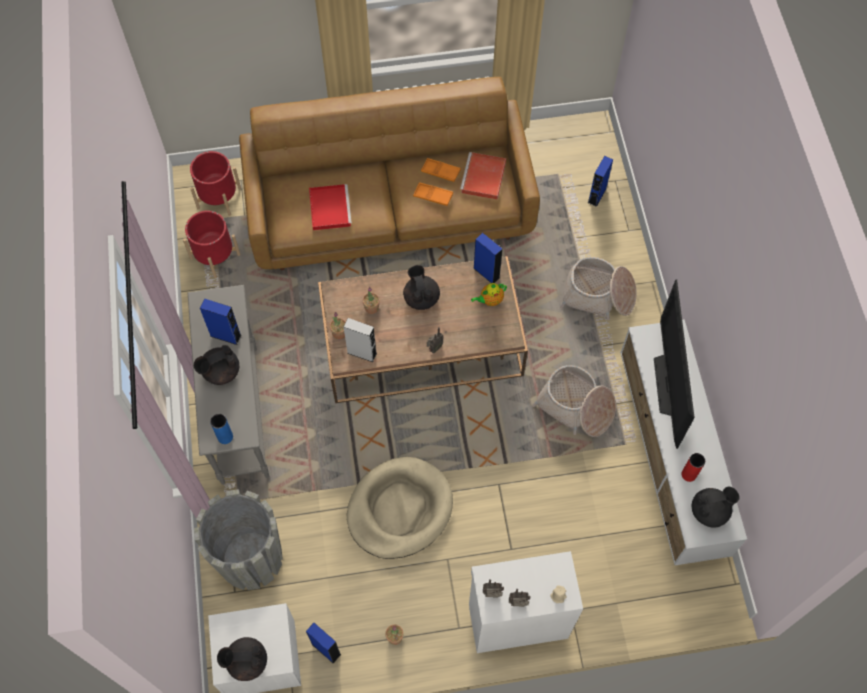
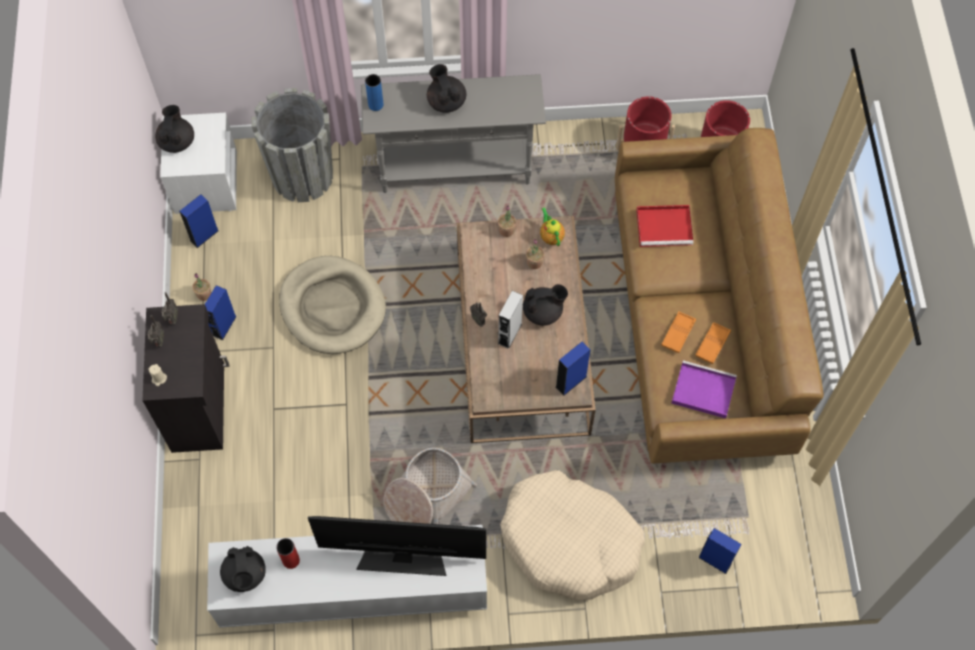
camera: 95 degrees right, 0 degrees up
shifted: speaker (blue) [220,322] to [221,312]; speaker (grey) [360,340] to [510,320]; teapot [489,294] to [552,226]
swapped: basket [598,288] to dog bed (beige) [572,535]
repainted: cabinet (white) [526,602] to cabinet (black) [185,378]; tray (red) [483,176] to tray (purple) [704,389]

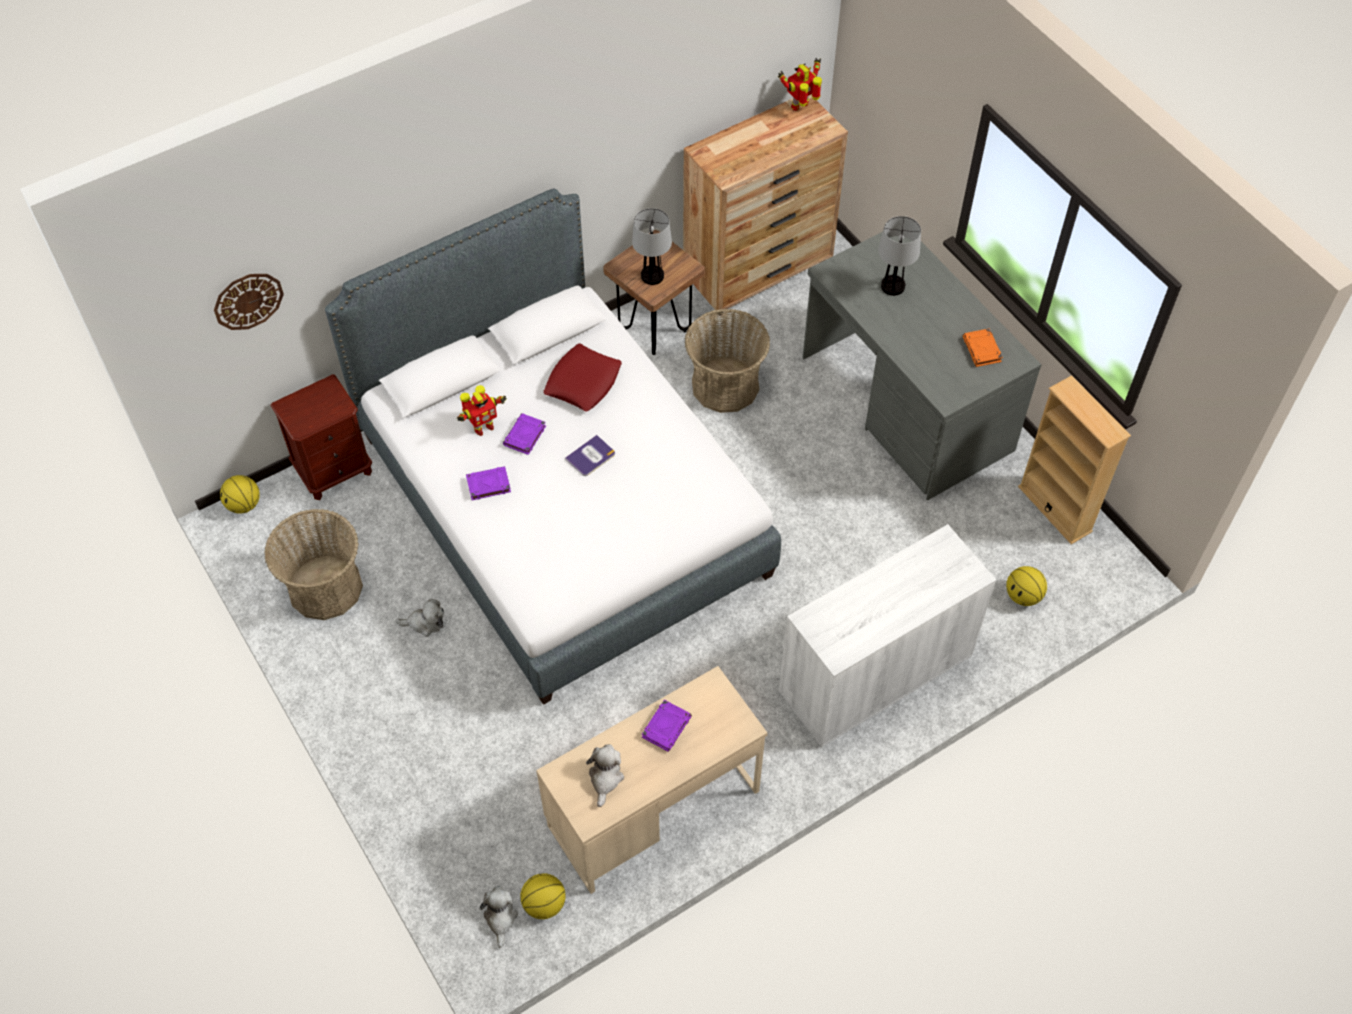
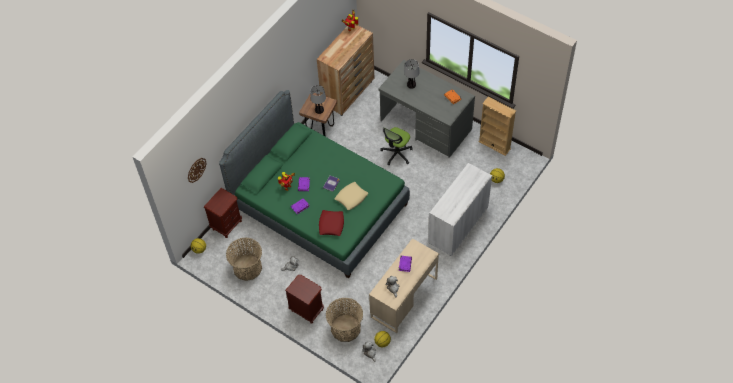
camera: 20 degrees left, 0 degrees up
new: nightstand (brown) [304,299]; pillow (beige) [351,196]; office chair [396,146]
shifted: pillow (red) [582,378] to [331,223]; basket [727,361] to [344,320]
repainted: bed (white) [553,447] to bed (green) [314,184]

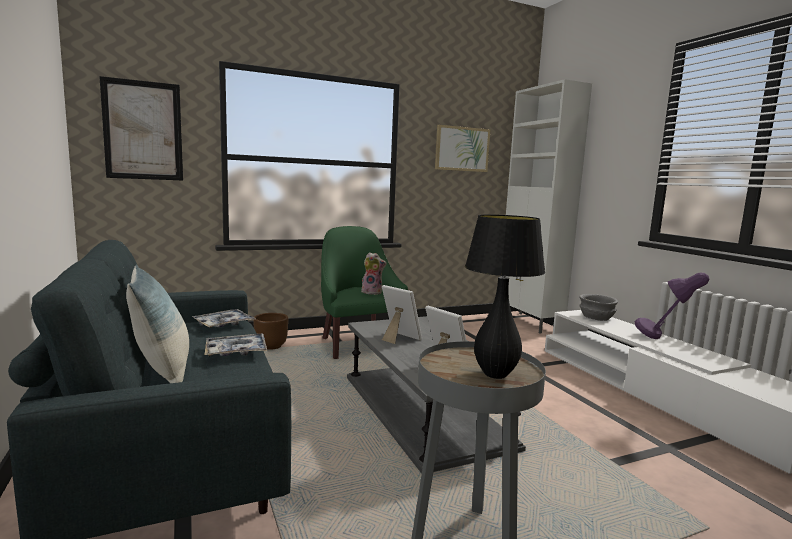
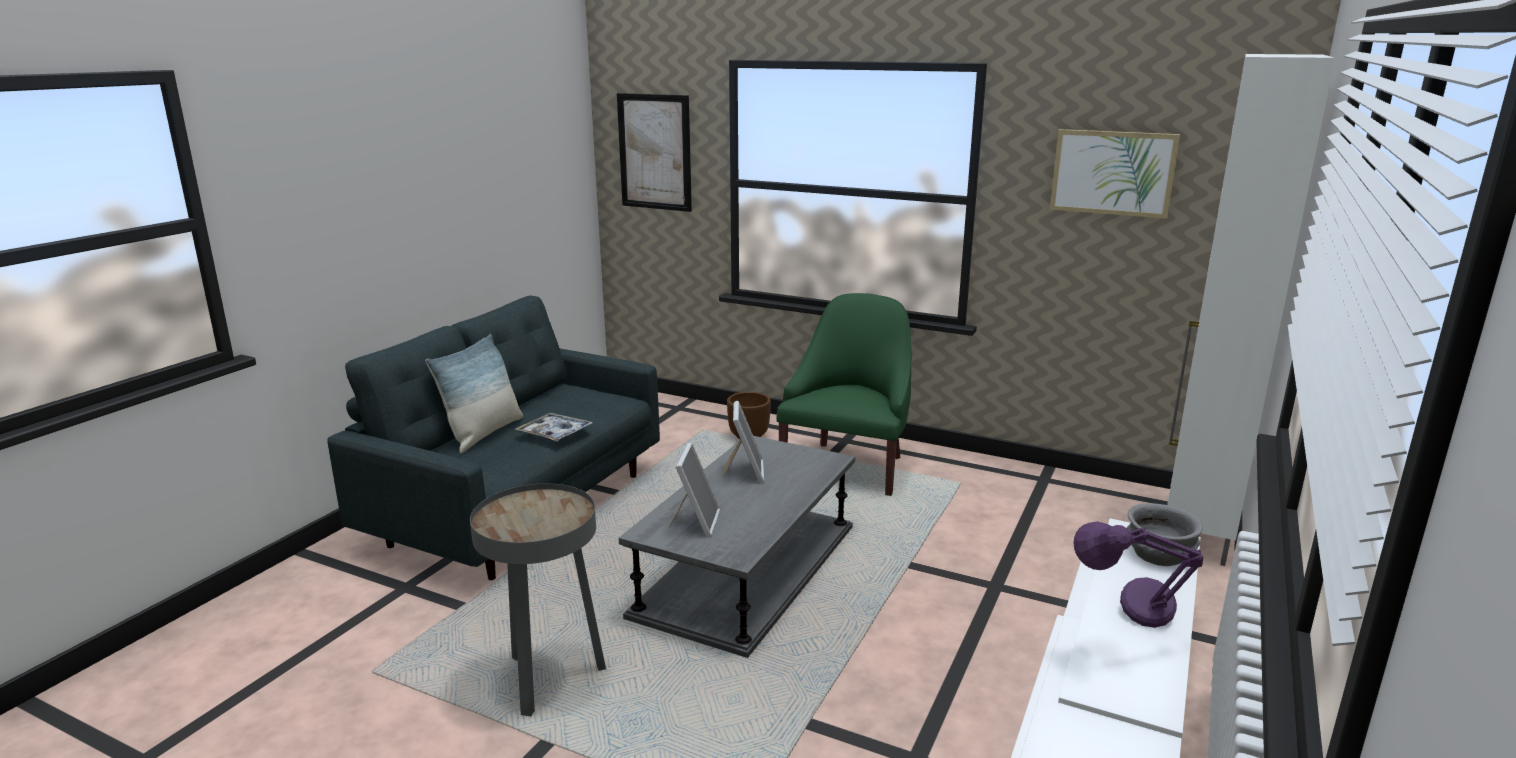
camera: 50 degrees right, 10 degrees up
gone: tray [223,318]; plush toy [373,273]; table lamp (black) [505,297]

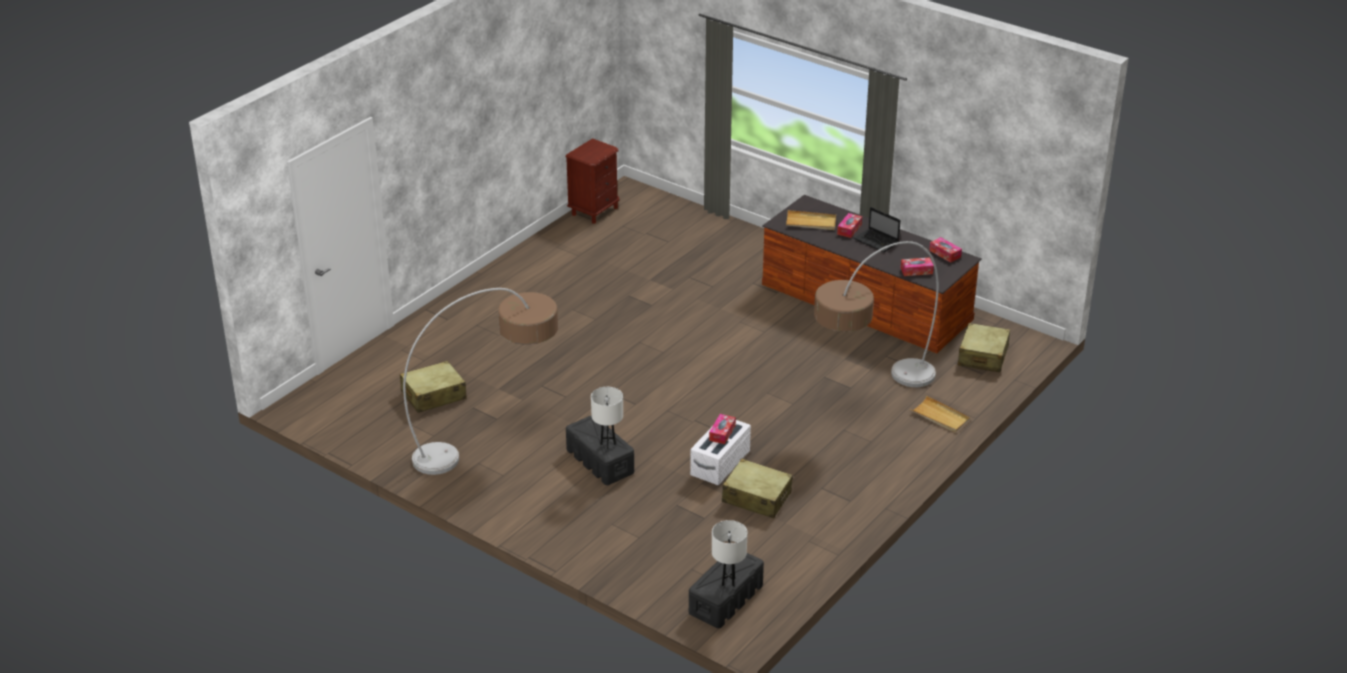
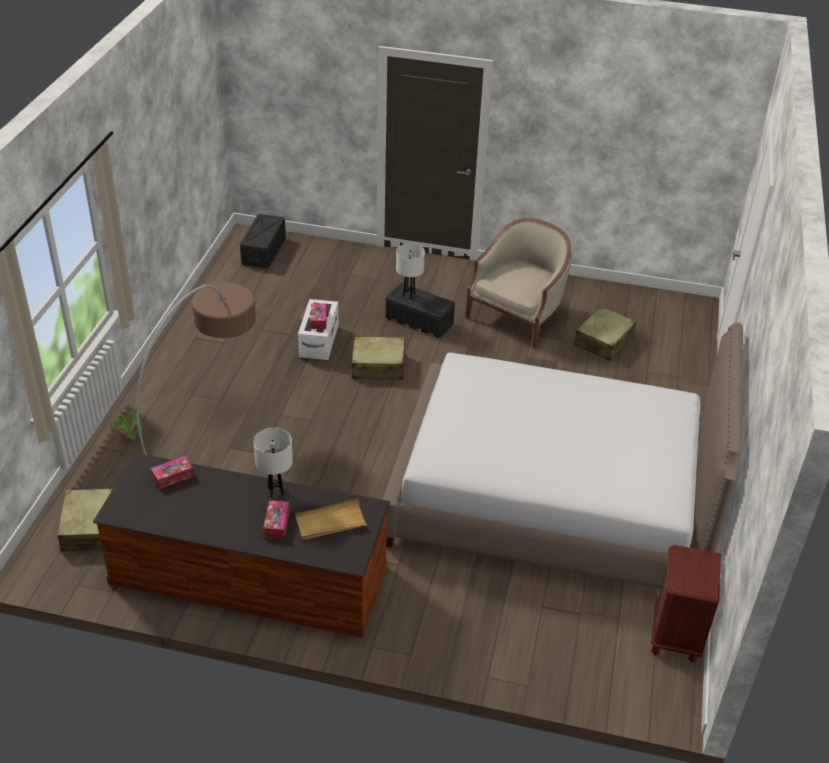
camera: 155 degrees right, 5 degrees up
gone: laptop [877,229]; tissue box [945,250]
new: bed [563,455]
shifted: table lamp (white) [730,553] to [273,462]; suitcase (beige) [757,488] to [380,358]
swapped: tray (beige) [940,414] to potted plant [126,422]; floor lamp [480,381] to armchair (beige) [518,283]

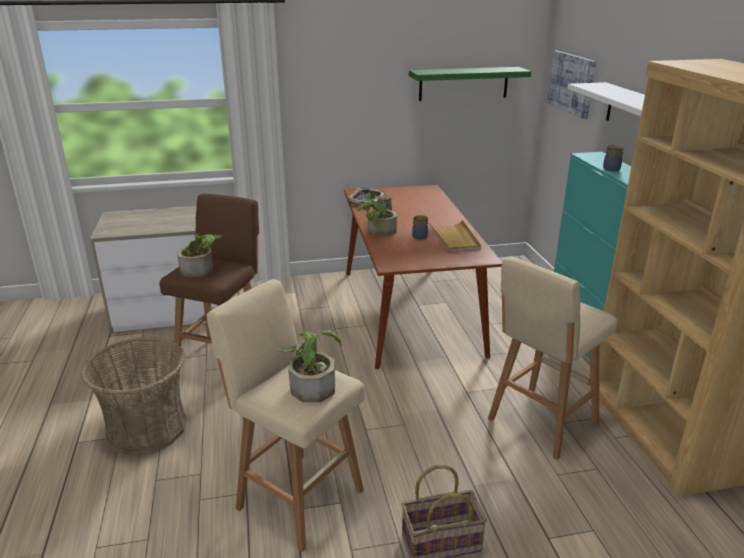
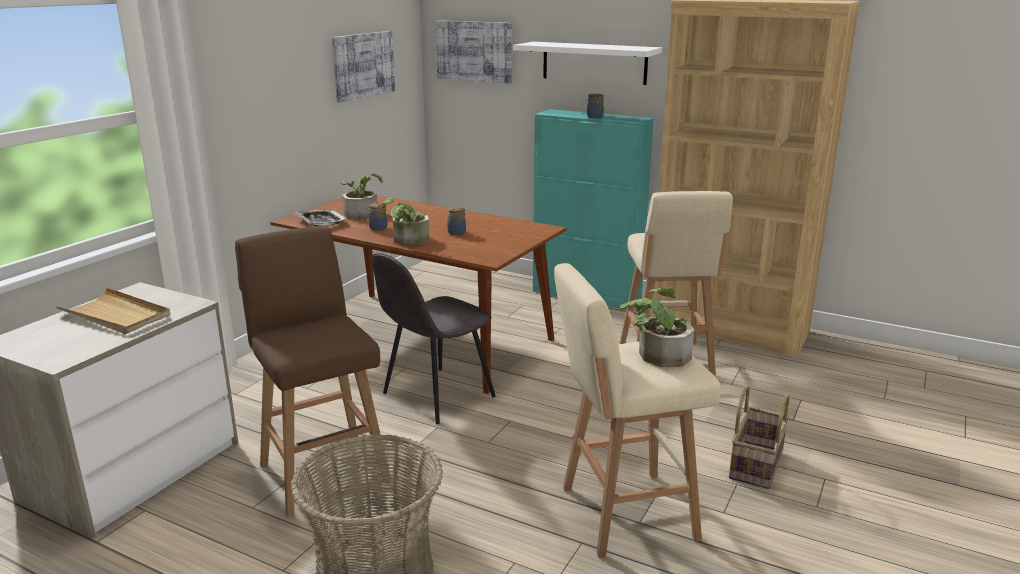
camera: 50 degrees left, 5 degrees down
new: chair (grey) [434,338]
shifted: tray (beige) [455,236] to [113,311]; potted plant [199,256] to [362,196]
swapped: shelf (green) [470,84] to picture [363,67]

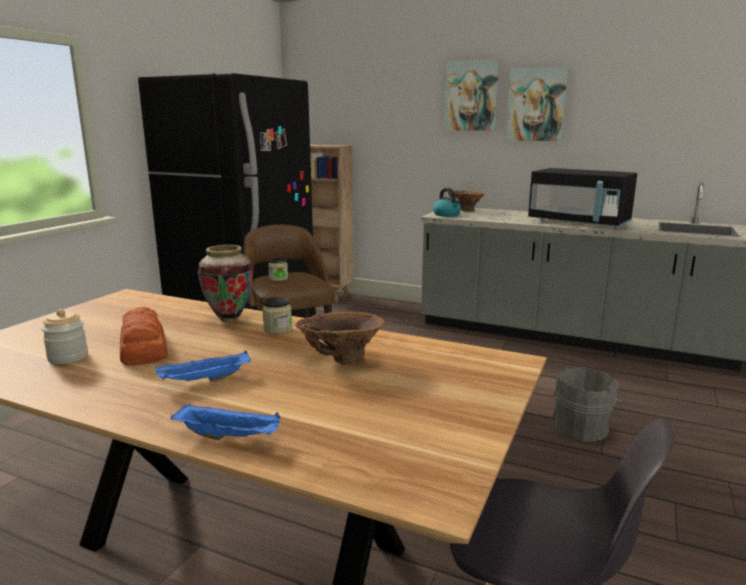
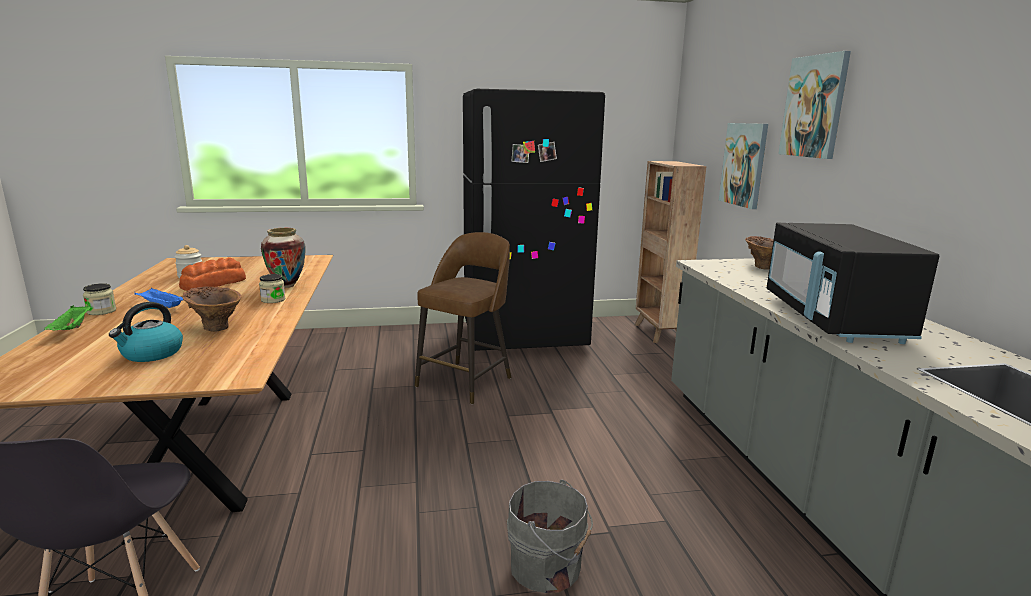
camera: 55 degrees right, 0 degrees up
shifted: jar [278,269] to [99,299]; kettle [447,202] to [146,332]; picture [537,104] to [743,166]
repainted: tray (blue) [226,421] to tray (green) [67,317]

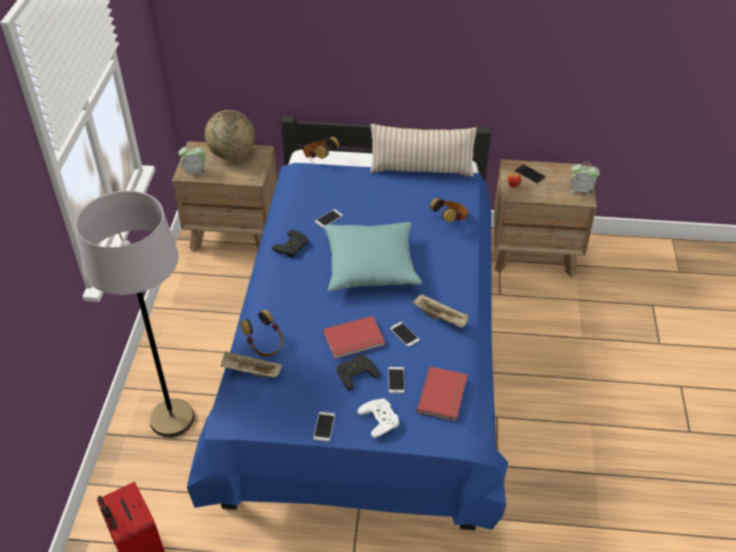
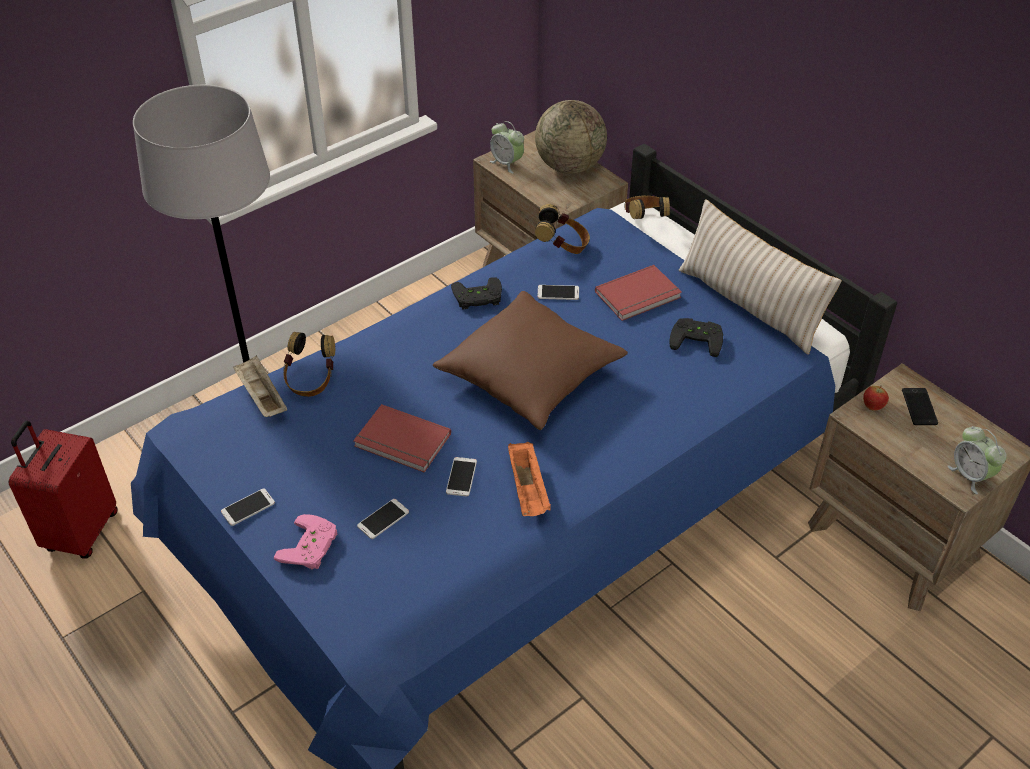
camera: 45 degrees right, 0 degrees up
shifted: headphones [449,210] to [562,229]; book (red) [442,394] to [638,293]; game controller (black) [357,373] to [696,337]
repainted: game controller (white) [378,418] to game controller (pink) [305,541]; pillow (turquoise) [373,256] to pillow (brown) [530,360]; tray (beige) [441,311] to tray (orange) [529,479]

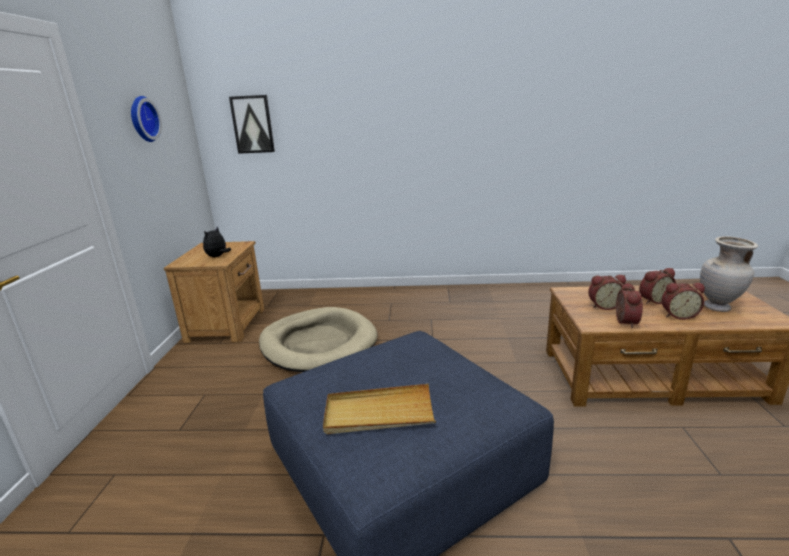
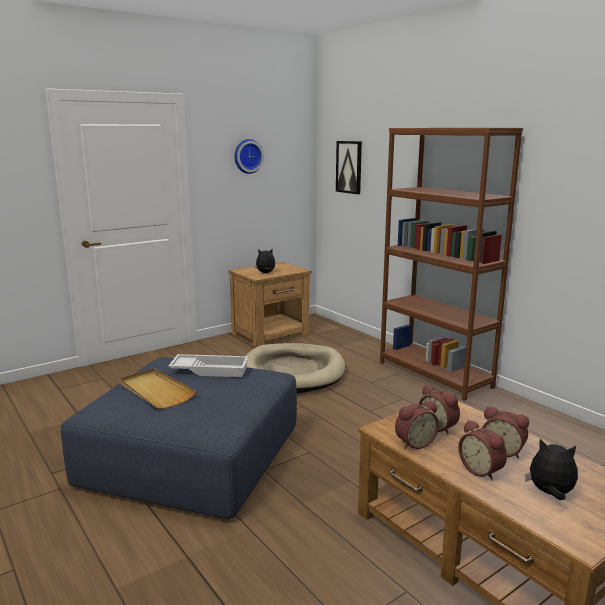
camera: 50 degrees right, 5 degrees down
new: tray (white) [208,365]; bookcase (brown) [451,264]
swapped: vase (beige) [729,274] to plush toy [551,469]

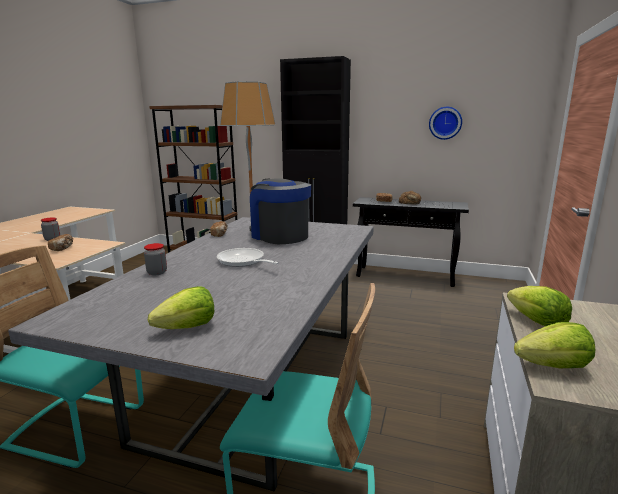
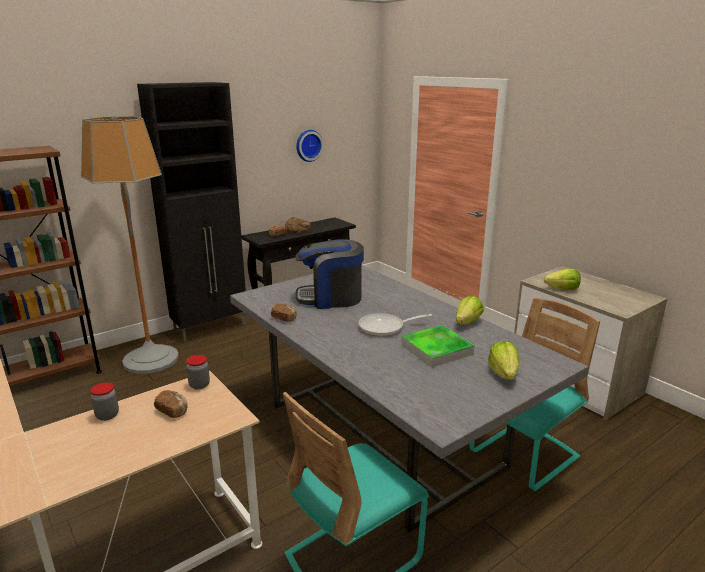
camera: 55 degrees left, 5 degrees up
new: tray [438,346]
shifted: jar [155,259] to [198,372]; lettuce [554,345] to [470,310]

